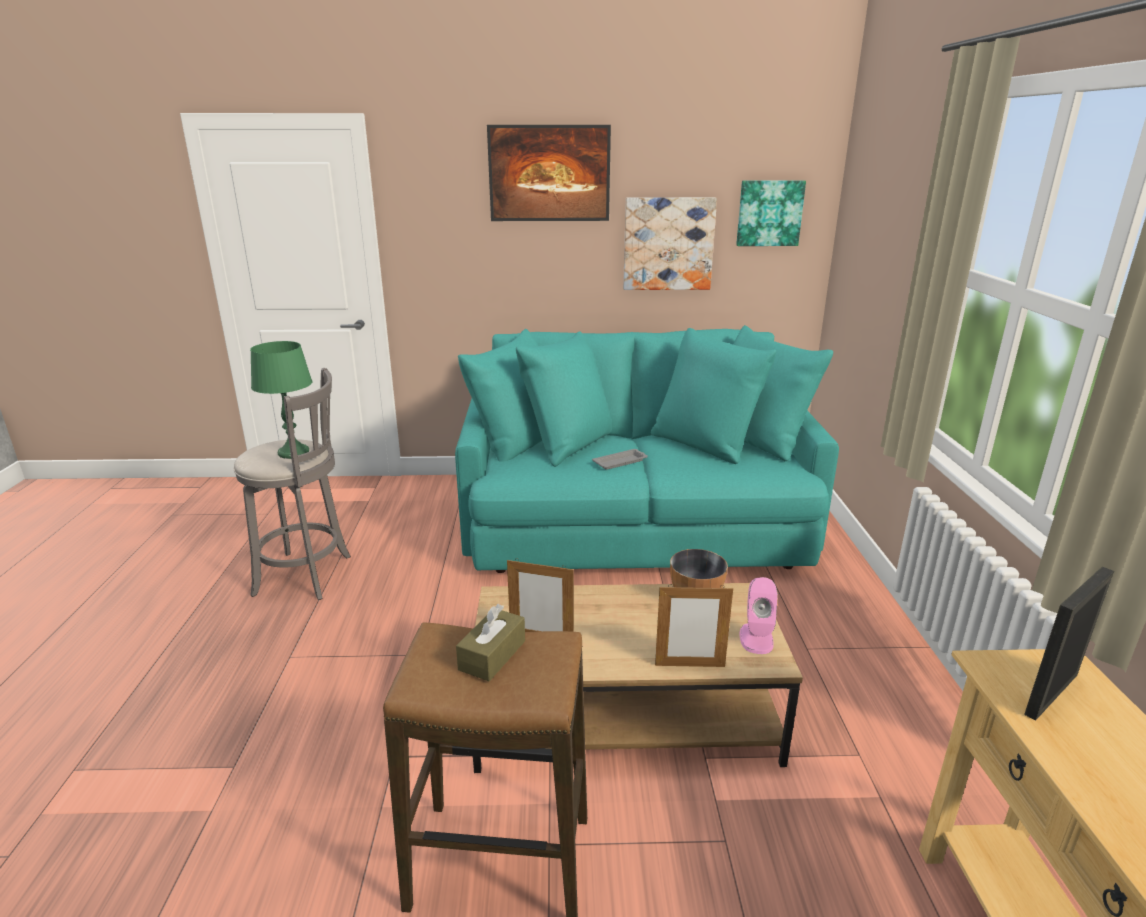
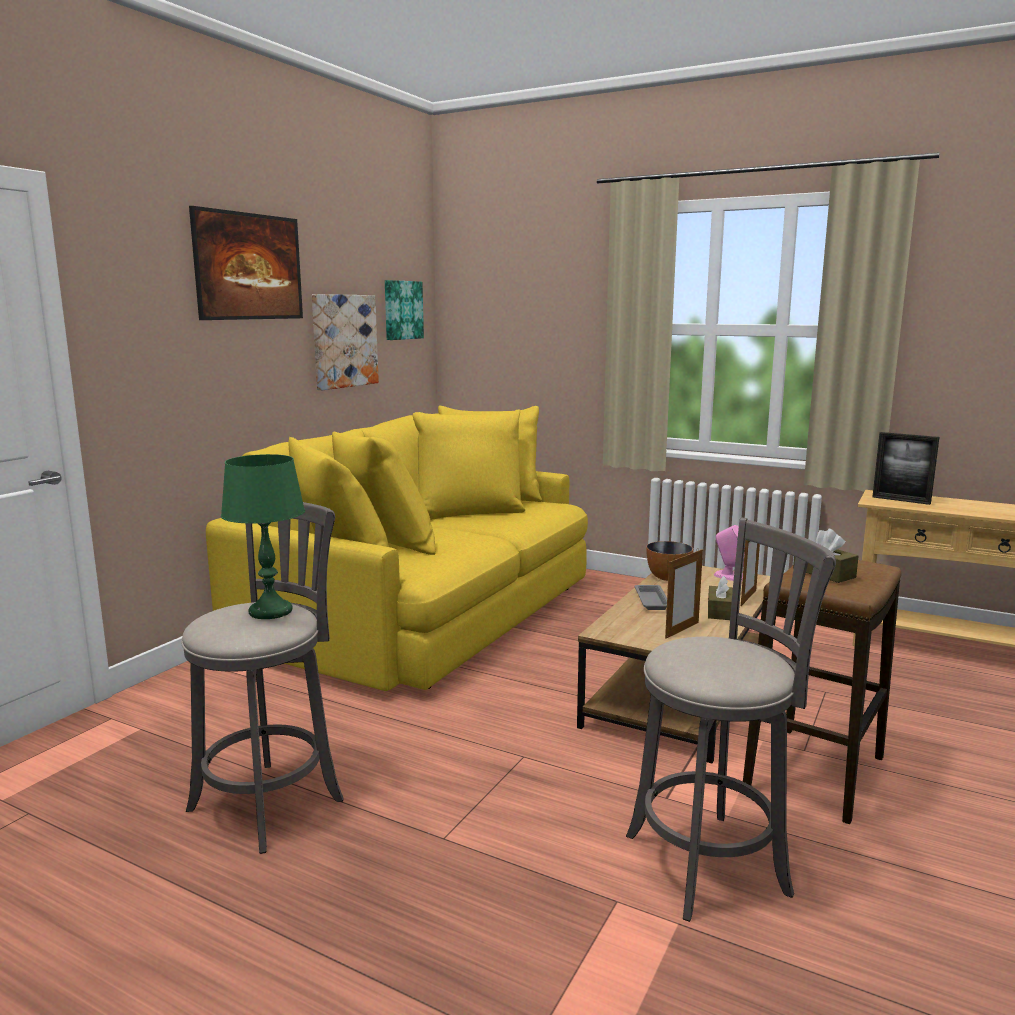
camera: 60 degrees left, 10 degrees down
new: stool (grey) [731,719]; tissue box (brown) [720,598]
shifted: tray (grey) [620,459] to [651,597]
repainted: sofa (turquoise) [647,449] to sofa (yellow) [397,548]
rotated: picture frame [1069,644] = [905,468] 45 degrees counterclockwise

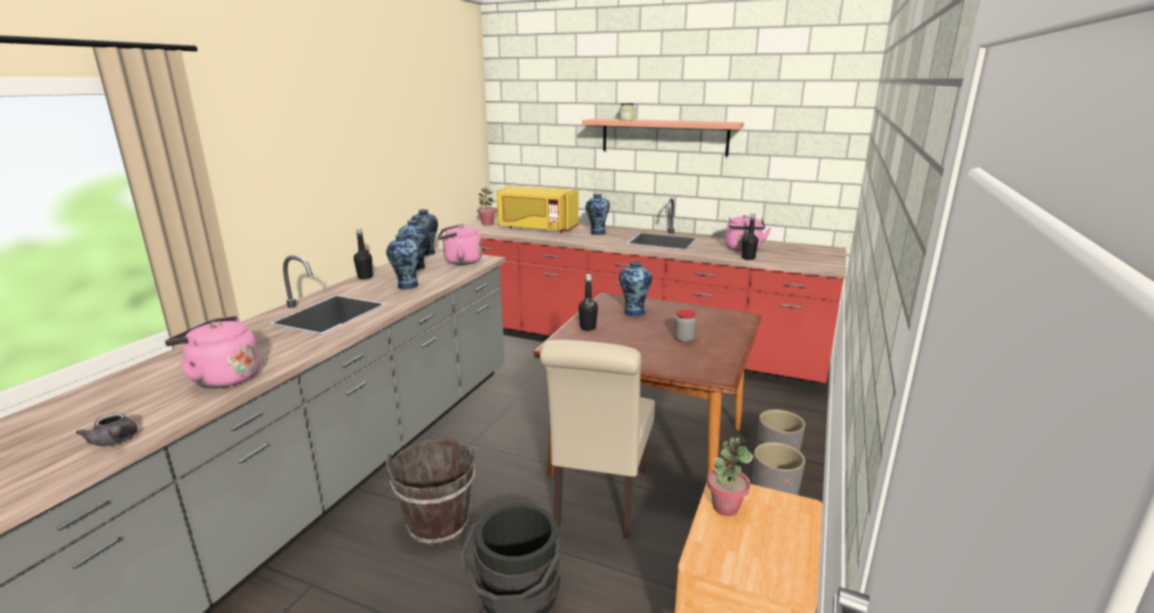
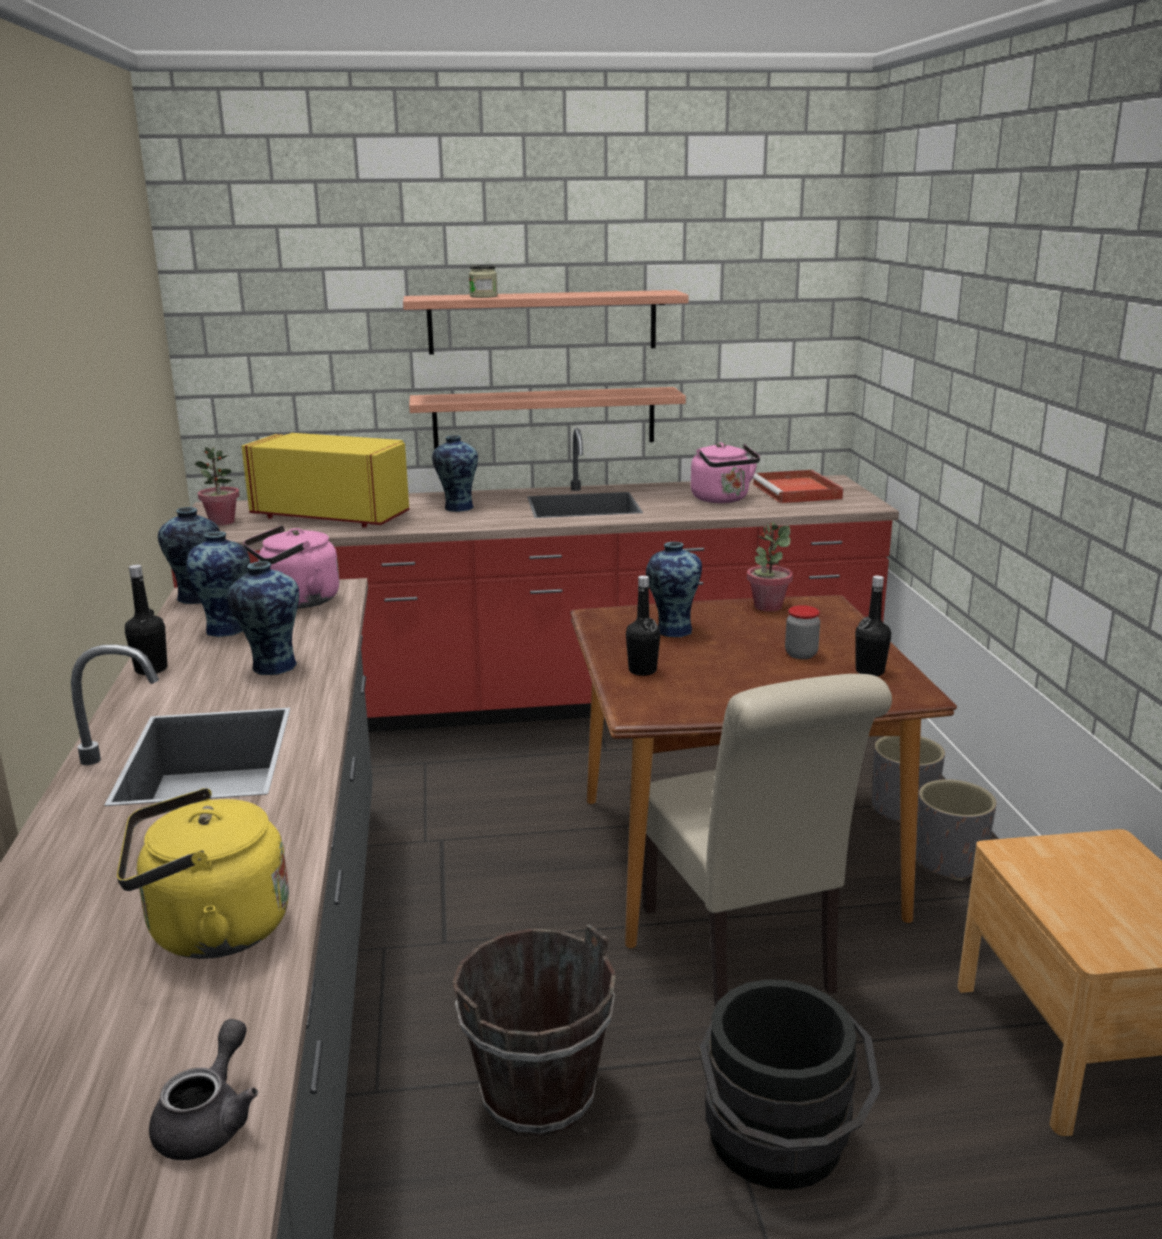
camera: 30 degrees left, 0 degrees up
new: shelf [547,418]; tray (red) [798,486]
shifted: potted plant [730,476] to [770,567]; bottle (black) [750,236] to [873,626]
repainted: kettle (pink) [212,352] to kettle (yellow) [203,873]
rotated: teapot (grey) [106,429] = [203,1089] 90 degrees counterclockwise; microwave (yellow) [537,209] = [325,480] 150 degrees counterclockwise

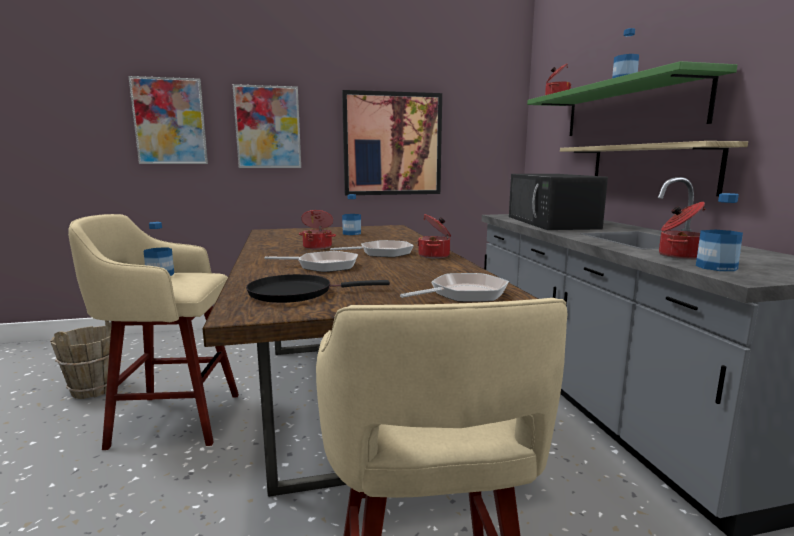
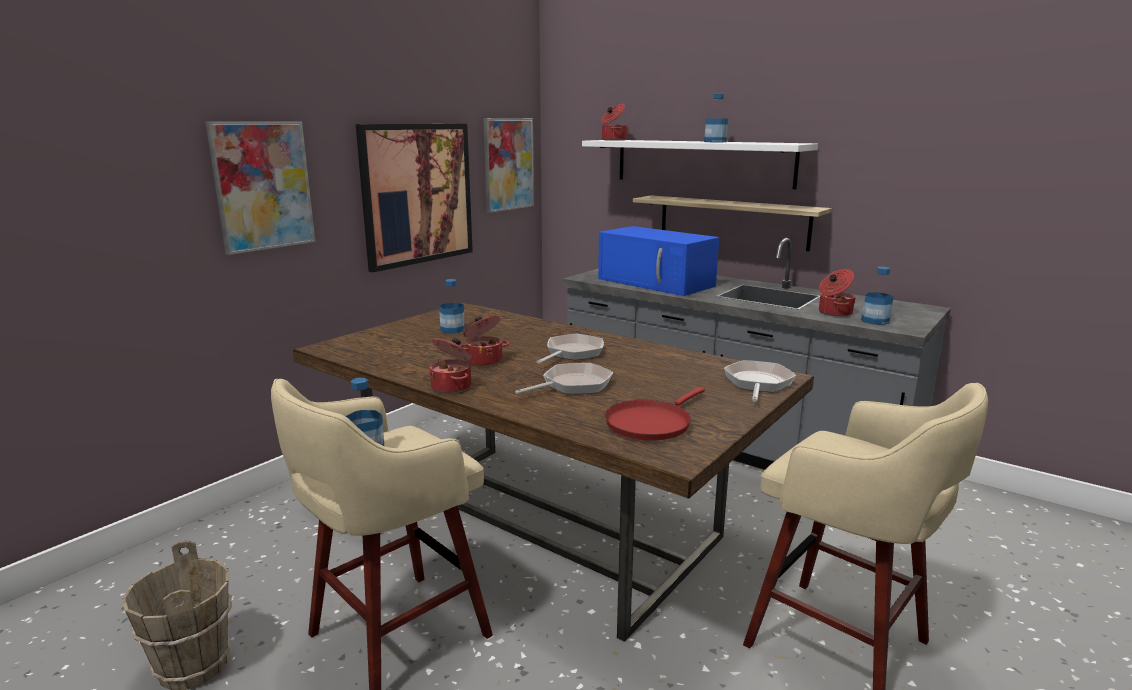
camera: 40 degrees left, 5 degrees up
shifted: cooking pot [434,236] to [451,365]; picture [168,120] to [508,165]
repainted: shelf (green) [632,98] to shelf (white) [700,164]; microwave (black) [558,202] to microwave (blue) [658,261]; frying pan (black) [318,288] to frying pan (red) [655,414]

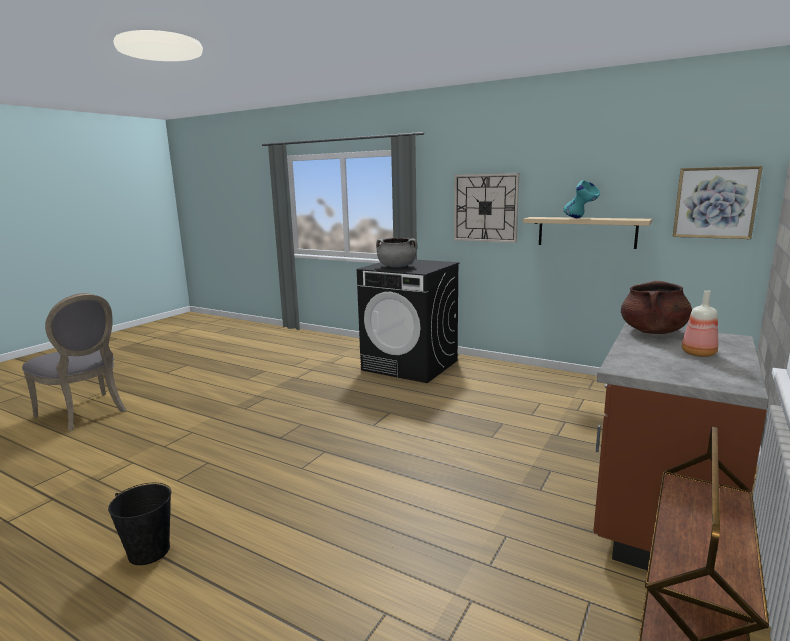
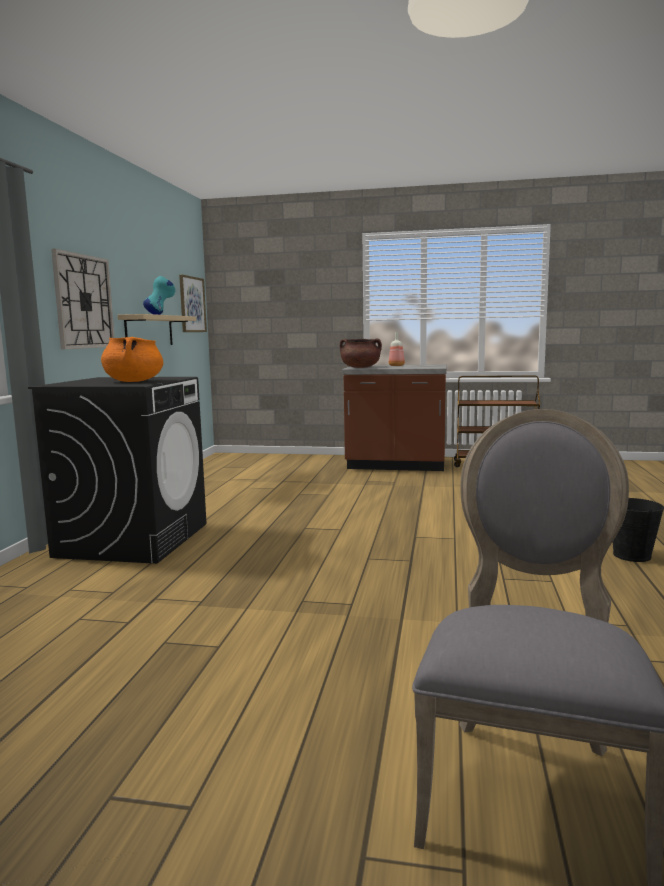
camera: 110 degrees left, 5 degrees down
repainted: cooking pot (grey) [396,252] to cooking pot (orange) [132,359]

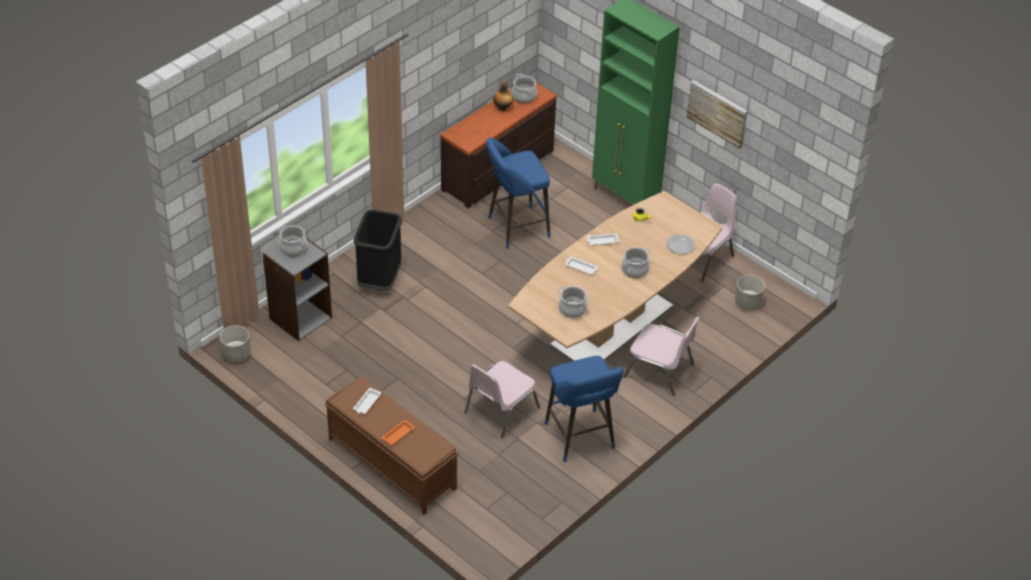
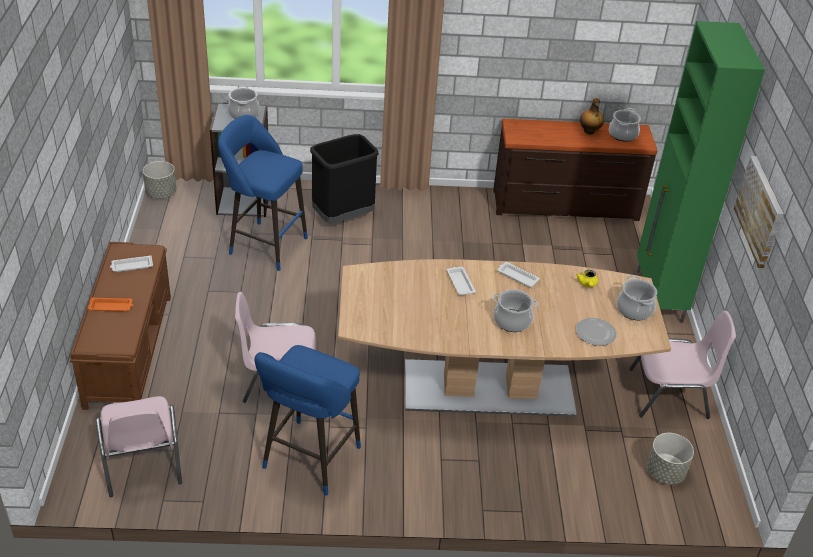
camera: 45 degrees right, 5 degrees down
shifted: chair (pink) [661,356] to [139,446]; stool (blue) [518,193] to [263,193]; cooking pot [573,302] to [637,297]

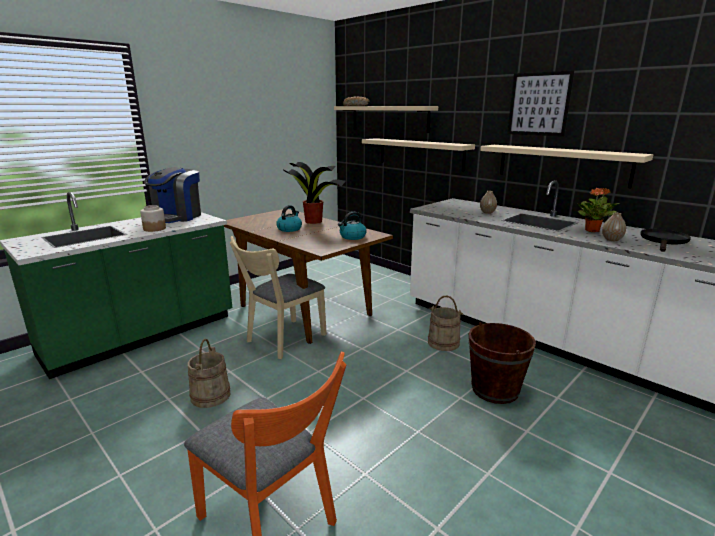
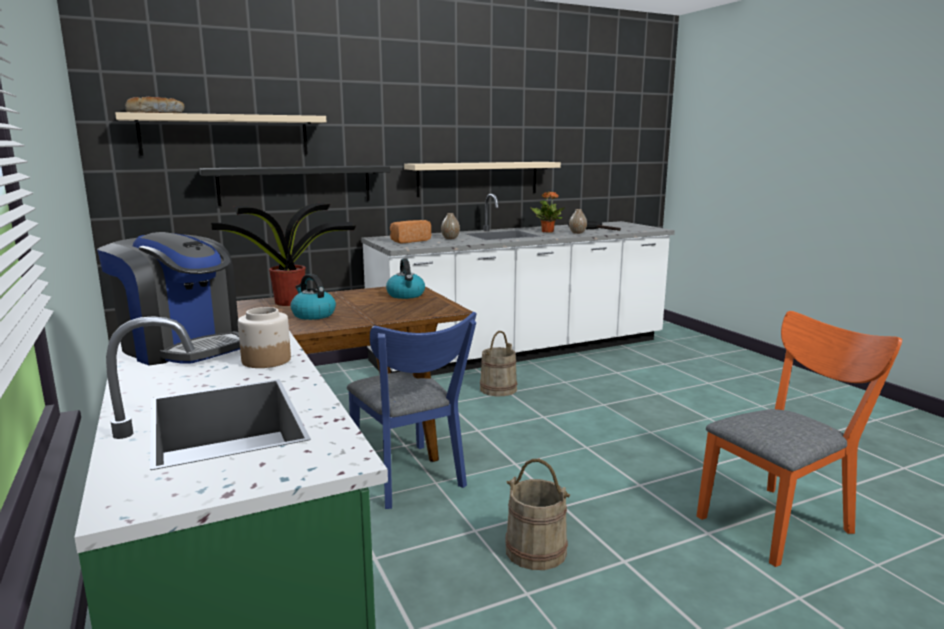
camera: 70 degrees left, 5 degrees down
gone: bucket (brown) [502,363]; picture [540,103]
new: bread [410,231]
repainted: shelf (beige) [418,154] to shelf (black) [294,185]; chair (beige) [278,297] to chair (blue) [412,410]

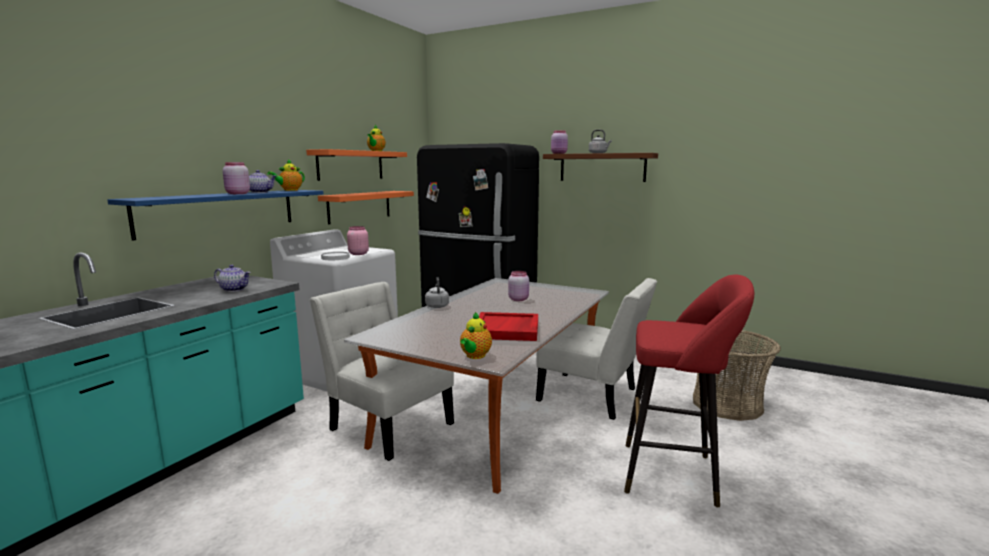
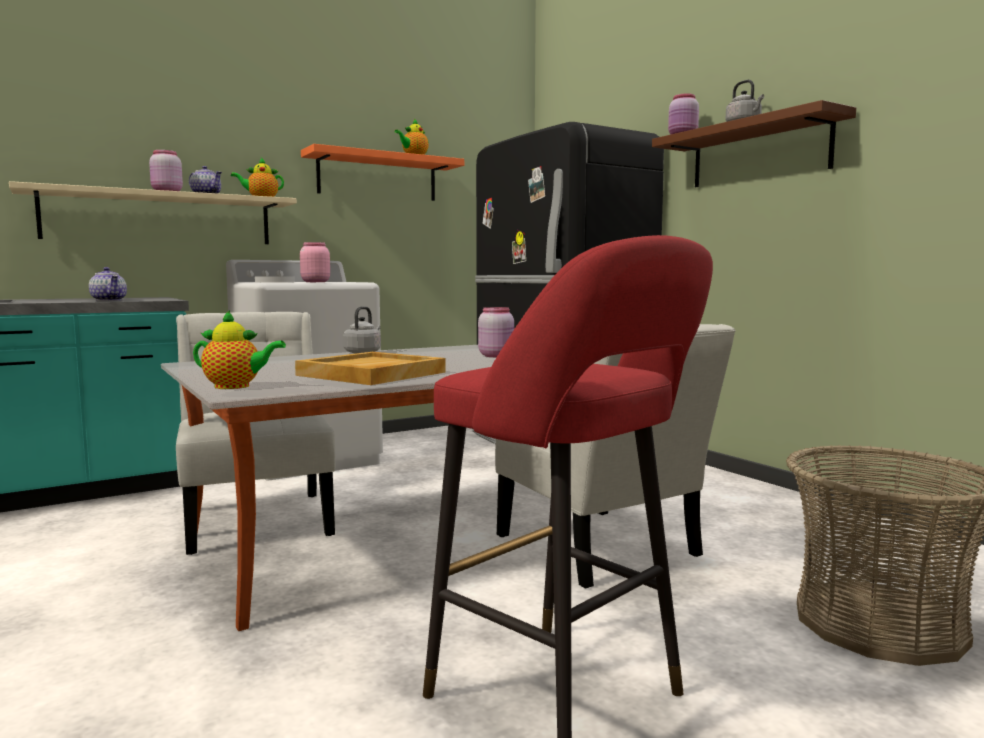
camera: 30 degrees right, 5 degrees down
gone: shelf (orange) [366,207]
repainted: shelf (blue) [215,215] to shelf (beige) [153,212]; tray (red) [508,326] to tray (beige) [370,368]
rotated: teapot [476,335] = [239,349] 135 degrees counterclockwise

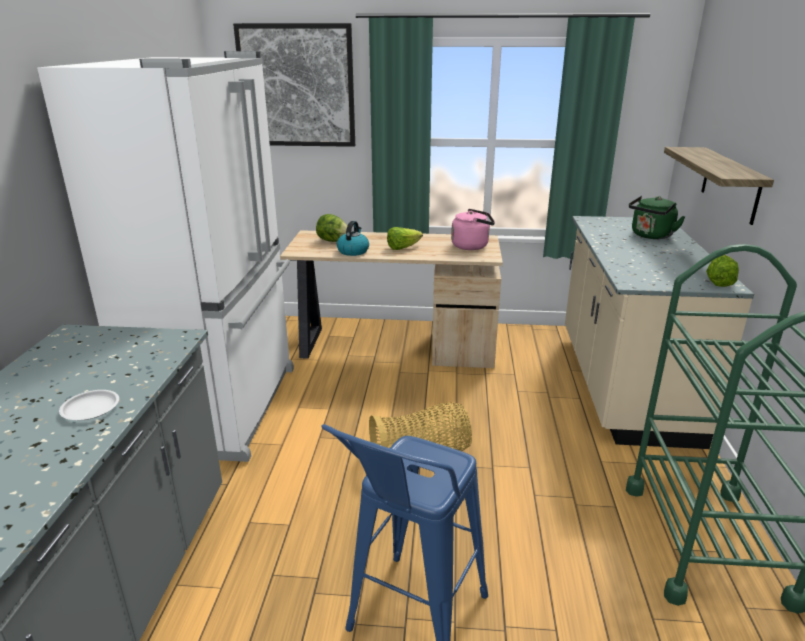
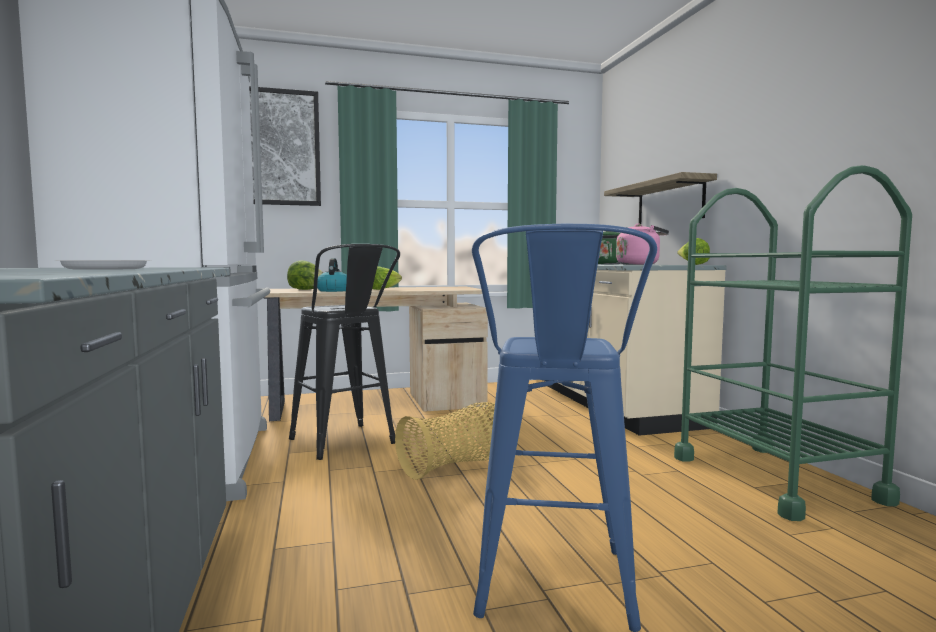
camera: 20 degrees left, 20 degrees down
new: stool (black) [344,352]
shifted: kettle (pink) [473,229] to [642,244]

